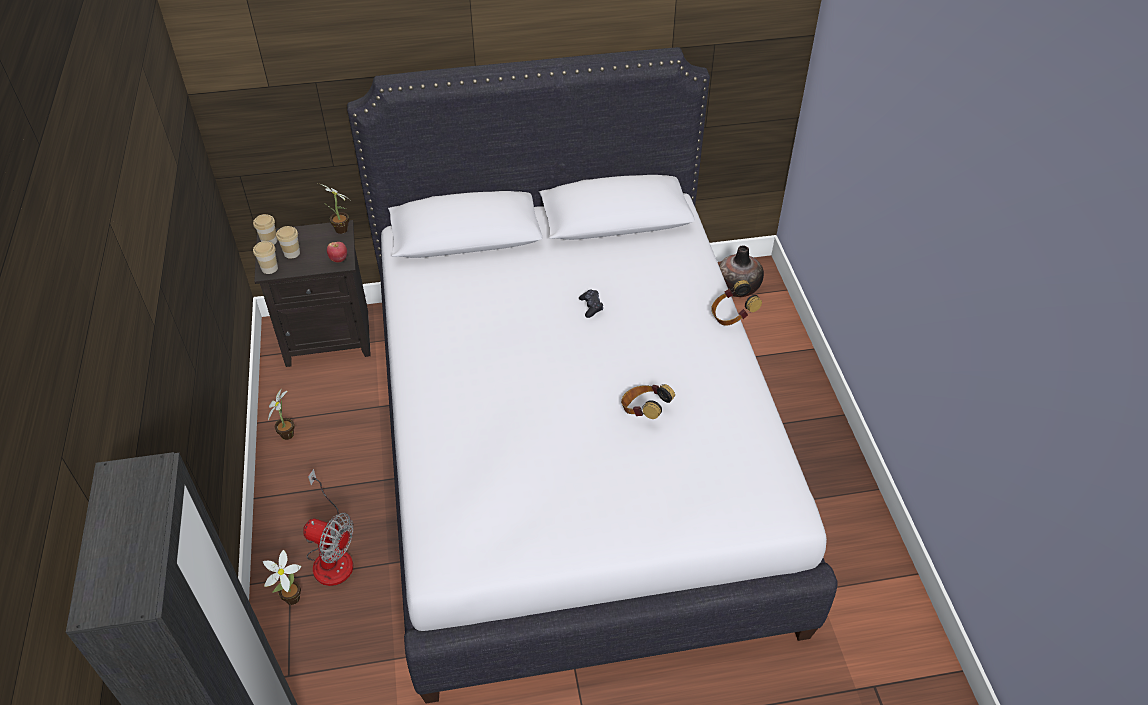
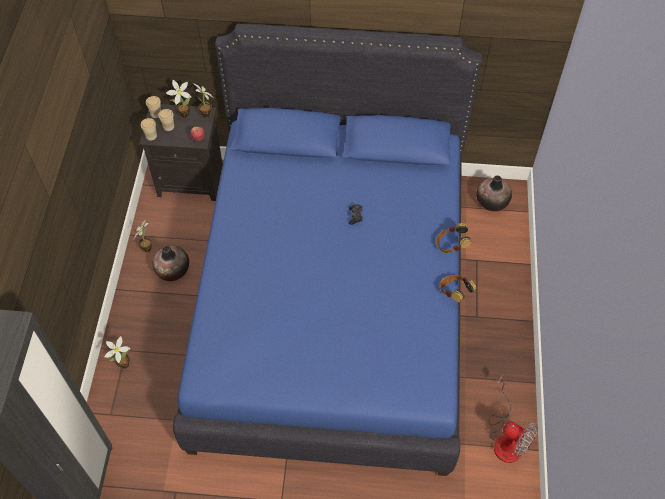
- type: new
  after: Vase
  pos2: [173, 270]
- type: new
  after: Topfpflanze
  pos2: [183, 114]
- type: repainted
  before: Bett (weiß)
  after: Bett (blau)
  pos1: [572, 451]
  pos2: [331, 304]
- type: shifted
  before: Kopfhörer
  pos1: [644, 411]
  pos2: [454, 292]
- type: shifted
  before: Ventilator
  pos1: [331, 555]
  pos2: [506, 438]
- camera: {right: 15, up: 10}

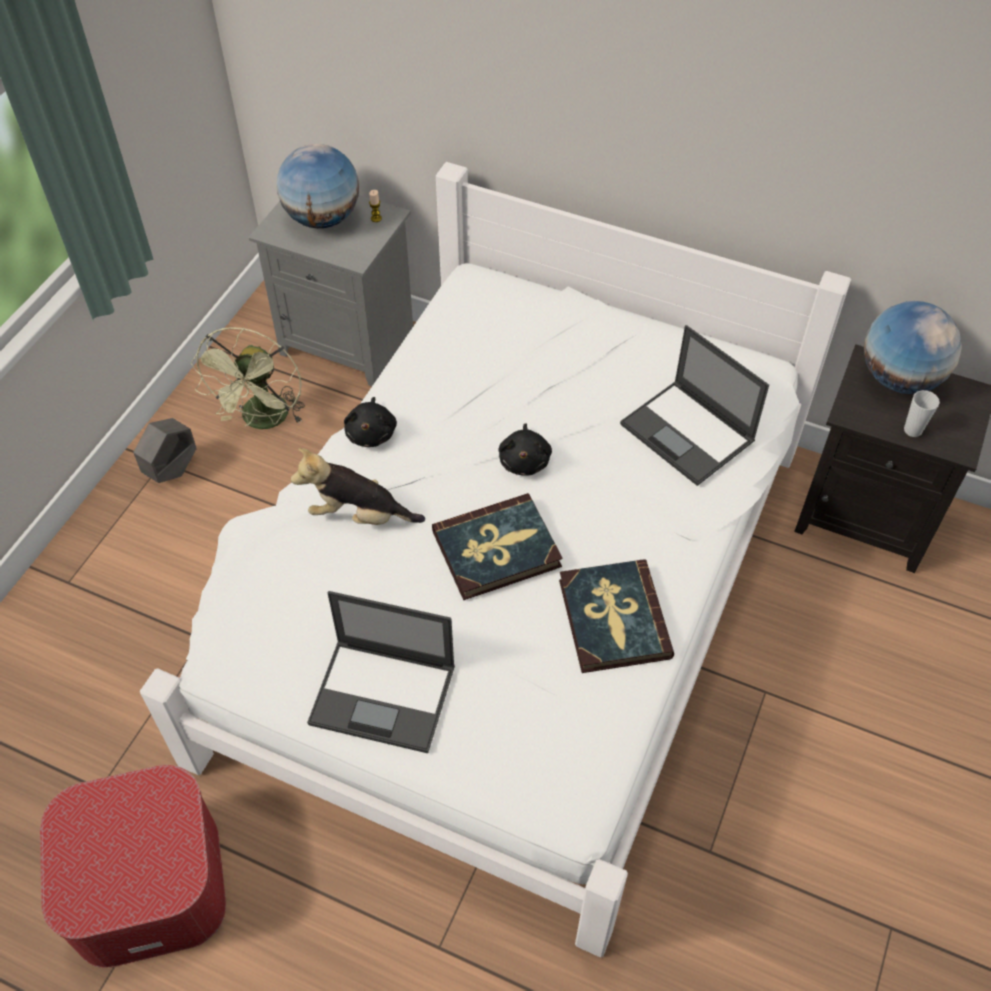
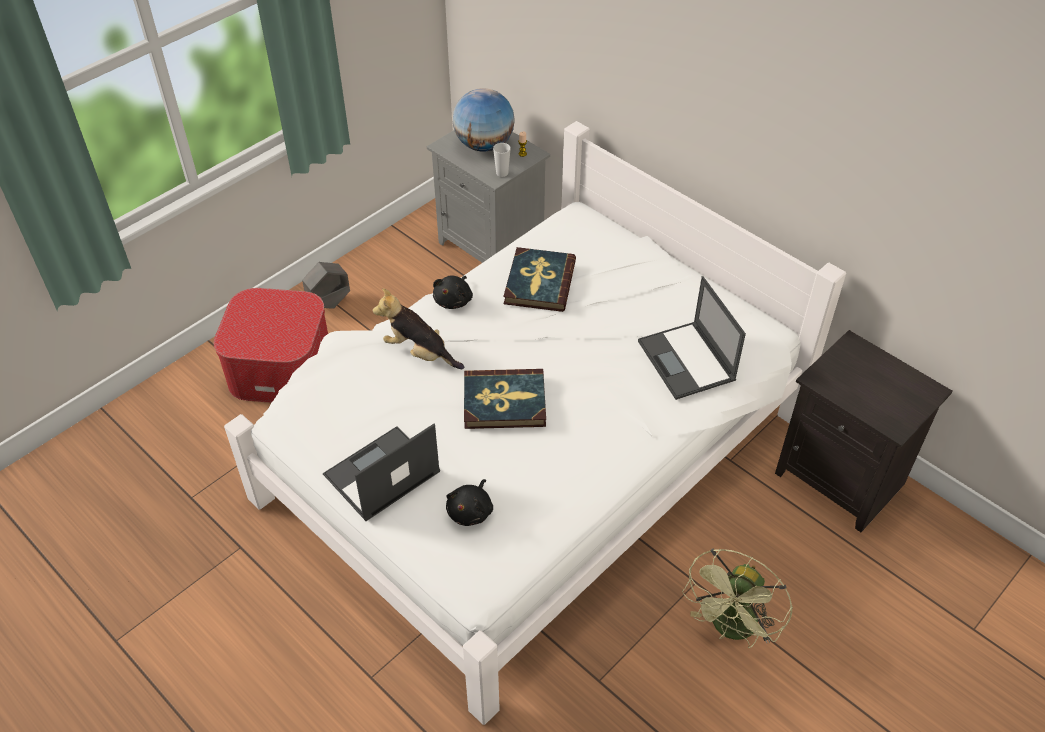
- type: shifted
  before: Polsterhocker
  pos1: [148, 882]
  pos2: [280, 366]
- type: rotated
  before: Laptop
  pos1: [384, 695]
  pos2: [381, 474]
  turn: 105
- type: shifted
  before: Plüschtier (schwarz)
  pos1: [524, 460]
  pos2: [471, 511]
- type: shifted
  before: Tasse
  pos1: [912, 430]
  pos2: [502, 173]
- type: shifted
  before: Buch
  pos1: [613, 619]
  pos2: [539, 282]
- type: shifted
  before: Ventilator (grün)
  pos1: [264, 421]
  pos2: [731, 629]
- type: gone
  before: Globus
  pos1: [899, 378]
- camera: {right: 20, up: -5}

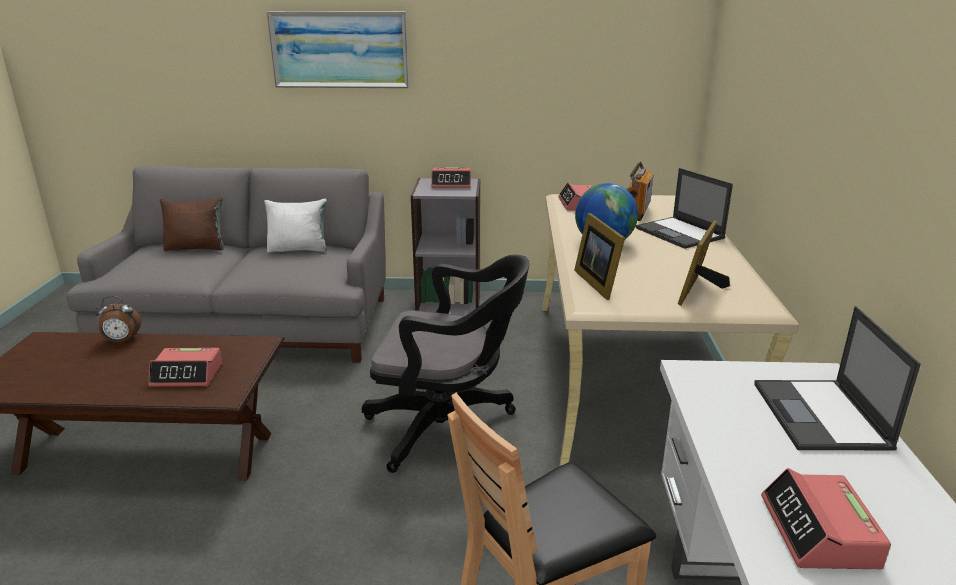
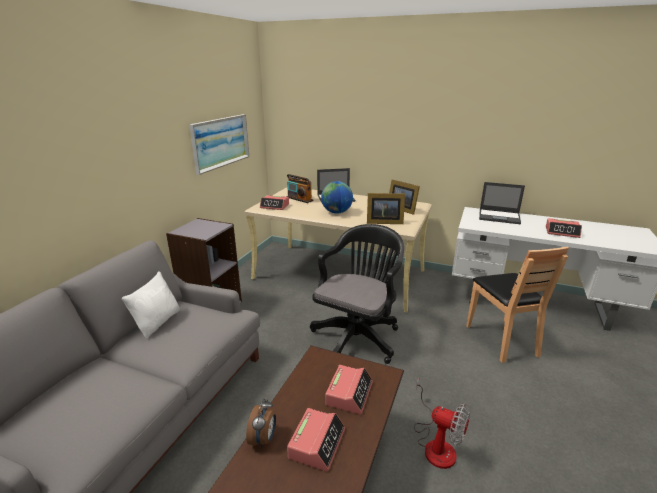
- type: shifted
  before: Bild
  pos1: [340, 49]
  pos2: [221, 142]
- type: shifted
  before: Wecker
  pos1: [451, 184]
  pos2: [317, 443]
- type: new
  after: Ventilator
  pos2: [436, 444]
- type: gone
  before: Kissen (braun)
  pos1: [196, 248]
- camera: {right: -70, up: 0}

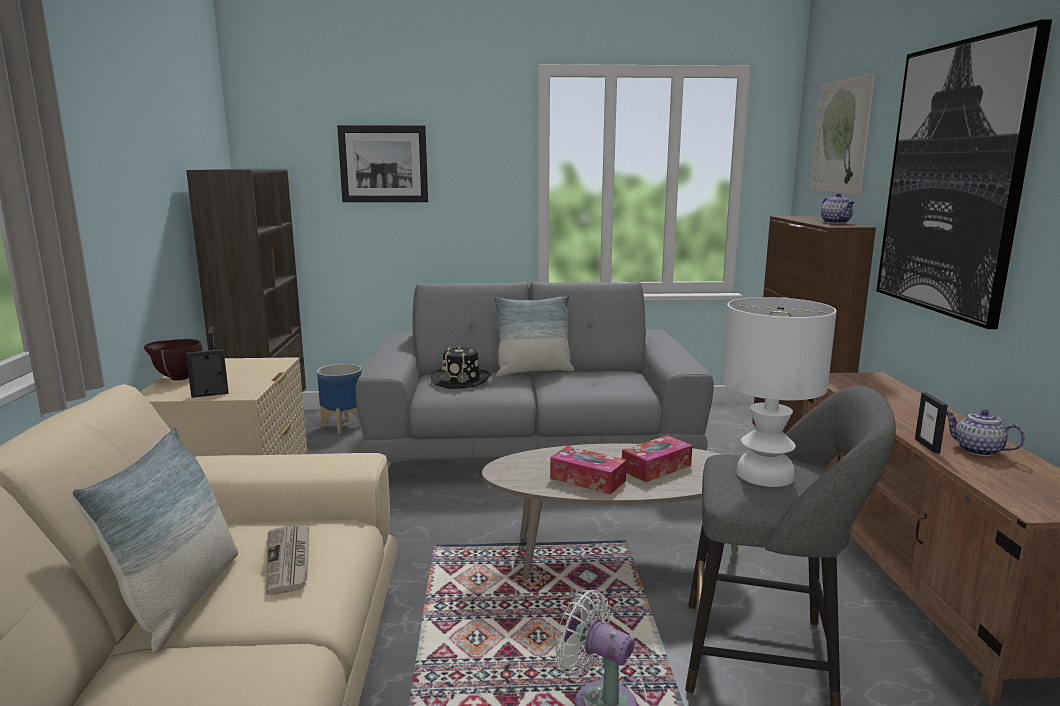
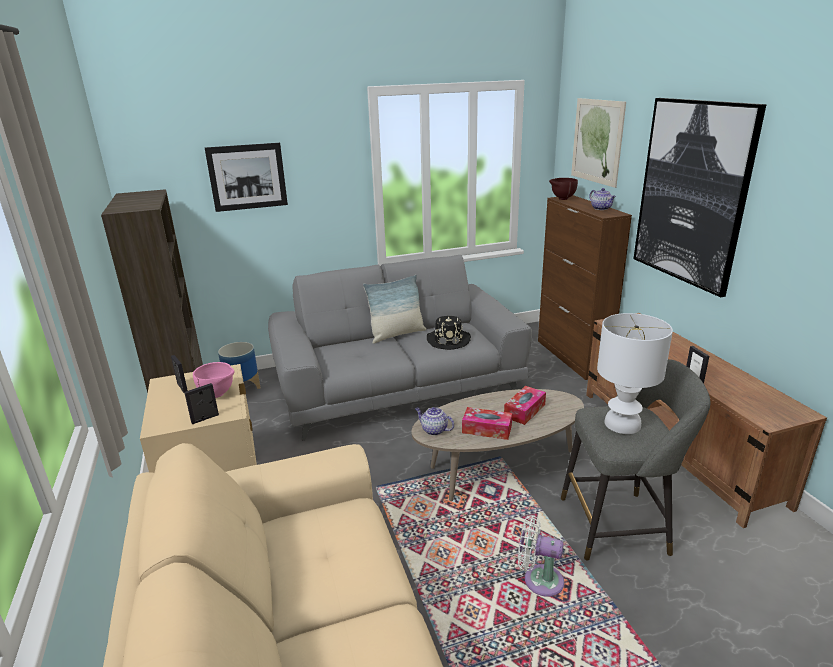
- type: new
  after: Schüssel (rosa)
  pos2: [218, 395]
- type: shifted
  before: Teekanne
  pos1: [977, 450]
  pos2: [433, 430]
- type: shifted
  before: Hut (schwarz)
  pos1: [461, 380]
  pos2: [448, 340]
- type: shifted
  before: Schüssel (braun)
  pos1: [177, 378]
  pos2: [561, 199]
- type: gone
  before: Kissen
  pos1: [181, 599]
- type: gone
  before: Zeitung
  pos1: [289, 561]
- camera: {right: -15, up: 10}

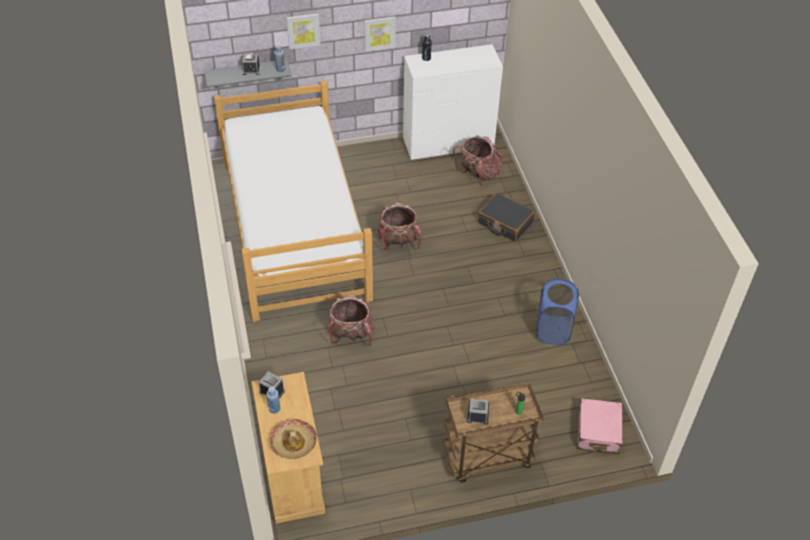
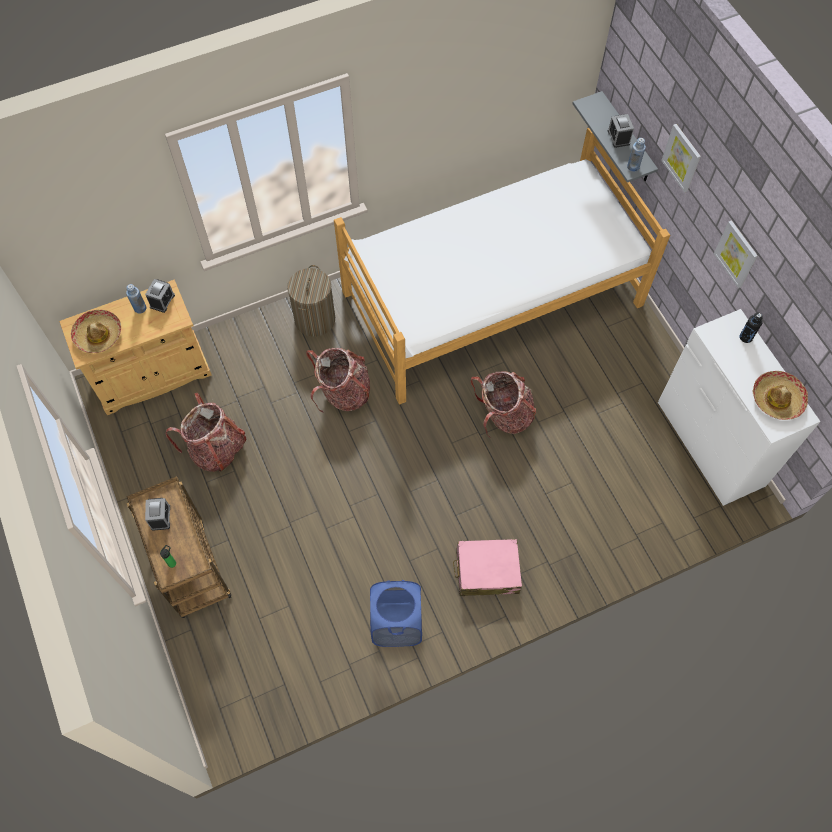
- type: shifted
  before: Rucksack
  pos1: [478, 174]
  pos2: [216, 449]
- type: new
  after: Wäschekorb
  pos2: [315, 319]
- type: shifted
  before: Koffer (rosa)
  pos1: [598, 432]
  pos2: [487, 571]
- type: new
  after: Hut
  pos2: [777, 399]
- type: gone
  before: Koffer (schwarz)
  pos1: [505, 223]
- camera: {right: 80, up: 15}

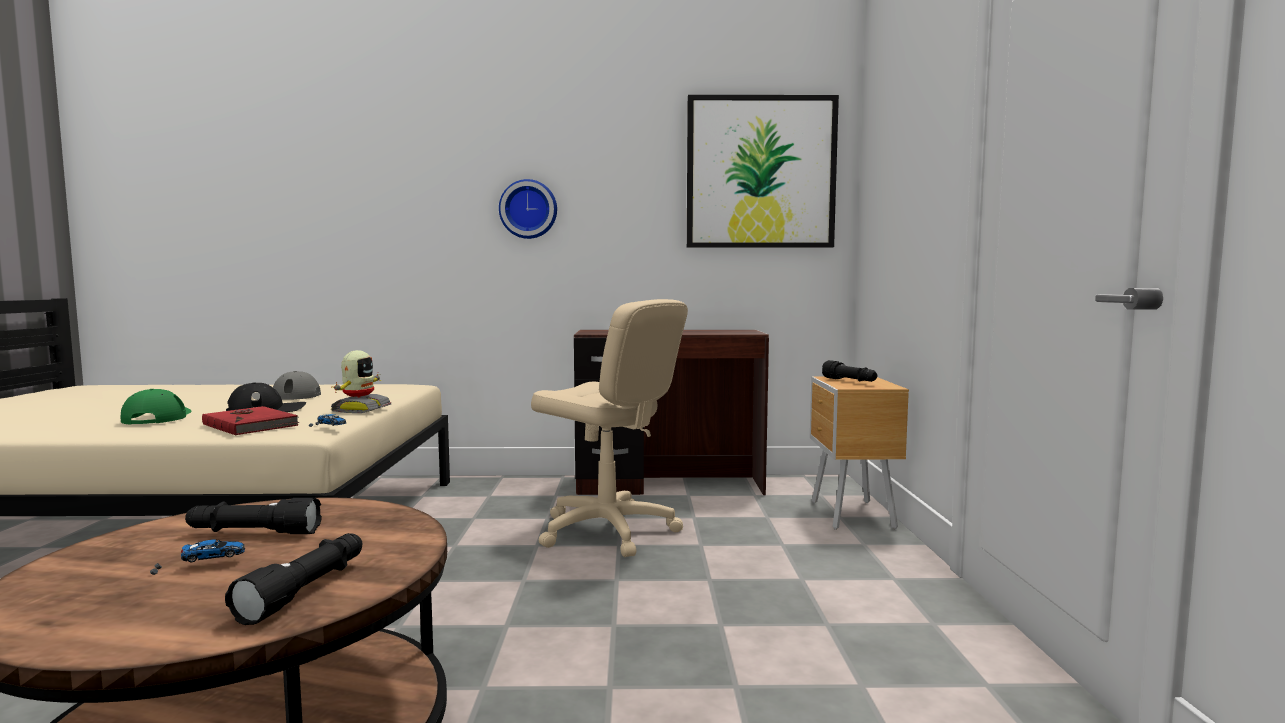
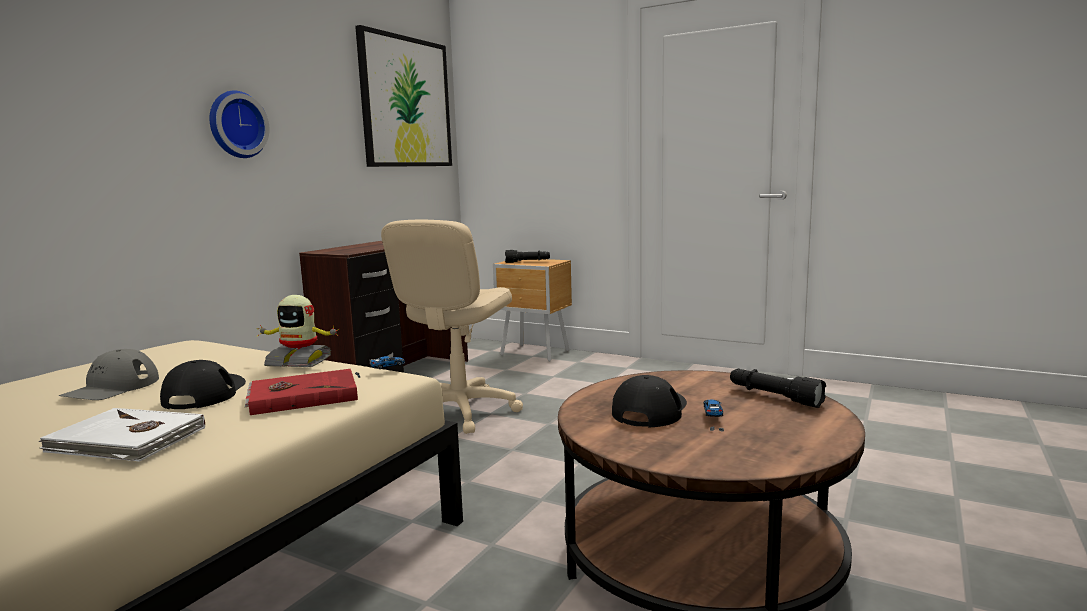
- type: swapped
  before: Kappe (grün)
  after: Buch (weiß)
  pos1: [158, 417]
  pos2: [126, 441]
- type: rotated
  before: Spielzeugroboter
  pos1: [360, 409]
  pos2: [300, 361]
  turn: 150
- type: rotated
  before: Bürostuhl (beige)
  pos1: [607, 531]
  pos2: [459, 411]
  turn: 135
- type: swapped
  before: Taschenlampe (schwarz)
  after: Kappe (schwarz)
  pos1: [253, 533]
  pos2: [650, 410]
- camera: {right: -60, up: 5}

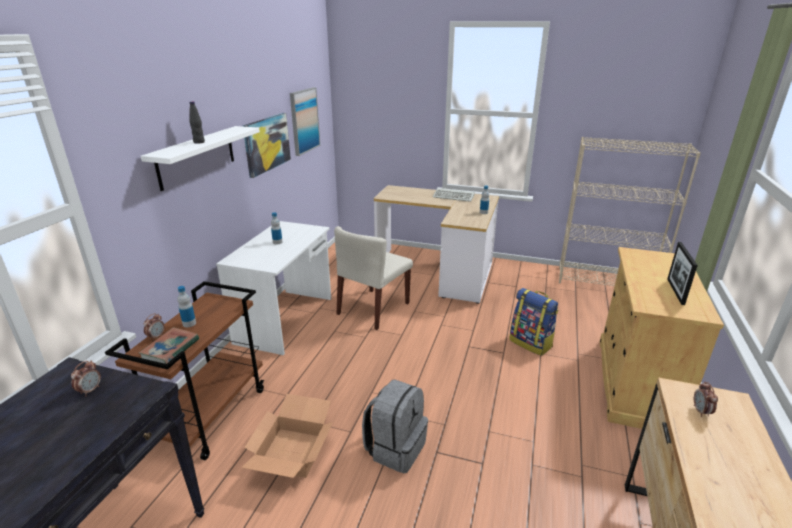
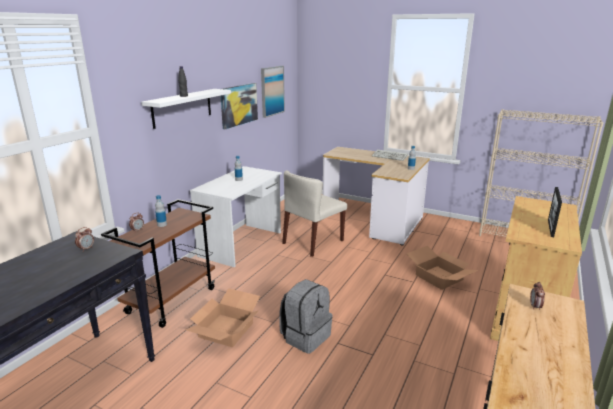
- type: swapped
  before: Rucksack
  after: Karton
  pos1: [531, 343]
  pos2: [440, 277]
- type: gone
  before: Buch
  pos1: [170, 349]
- camera: {right: 10, up: -5}

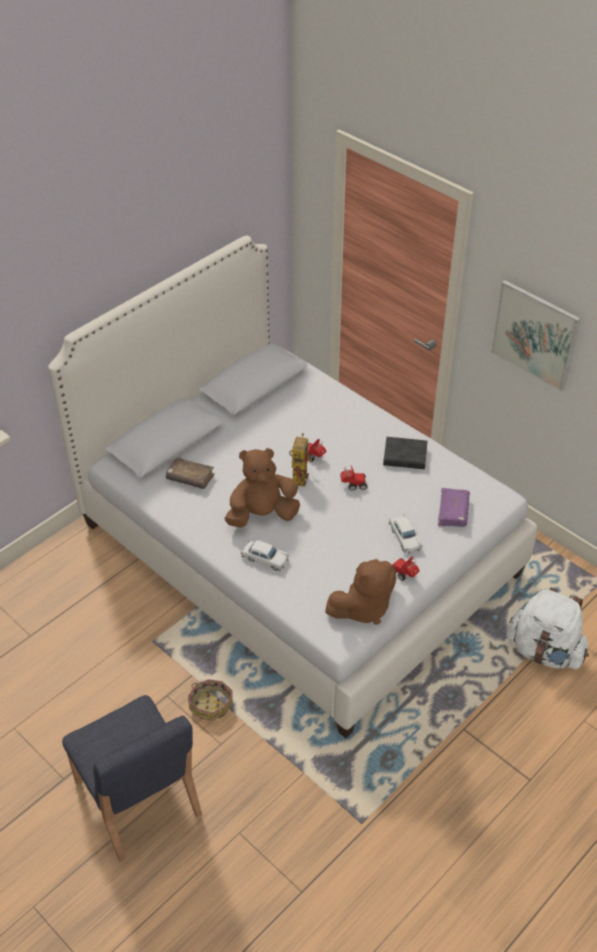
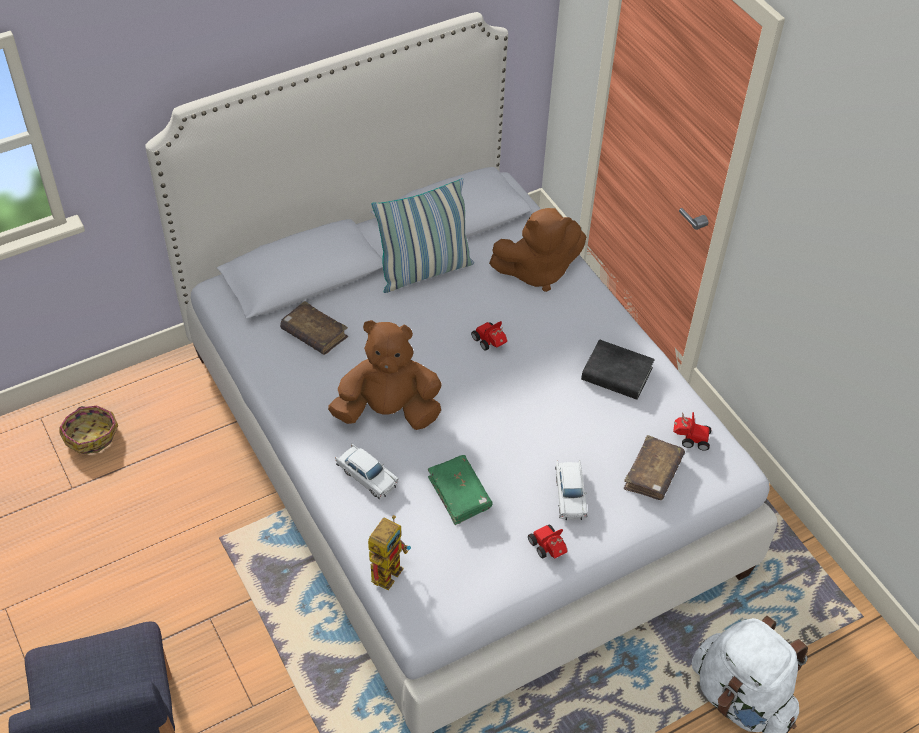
- type: shifted
  before: Korb
  pos1: [211, 704]
  pos2: [91, 435]
- type: shifted
  before: Spielzeugroboter
  pos1: [299, 475]
  pos2: [388, 567]
- type: new
  after: Kissen
  pos2: [424, 270]
- type: new
  after: Buch (grün)
  pos2: [459, 494]
- type: shifted
  before: Plüschtier (braun)
  pos1: [363, 608]
  pos2: [537, 271]
- type: repainted
  before: Buch (lila)
  after: Buch (braun)
  pos1: [453, 512]
  pos2: [653, 474]
- type: shifted
  before: Spielzeugauto
  pos1: [353, 484]
  pos2: [690, 438]
- type: gone
  before: Bild
  pos1: [535, 334]
- camera: {right: 15, up: 5}

